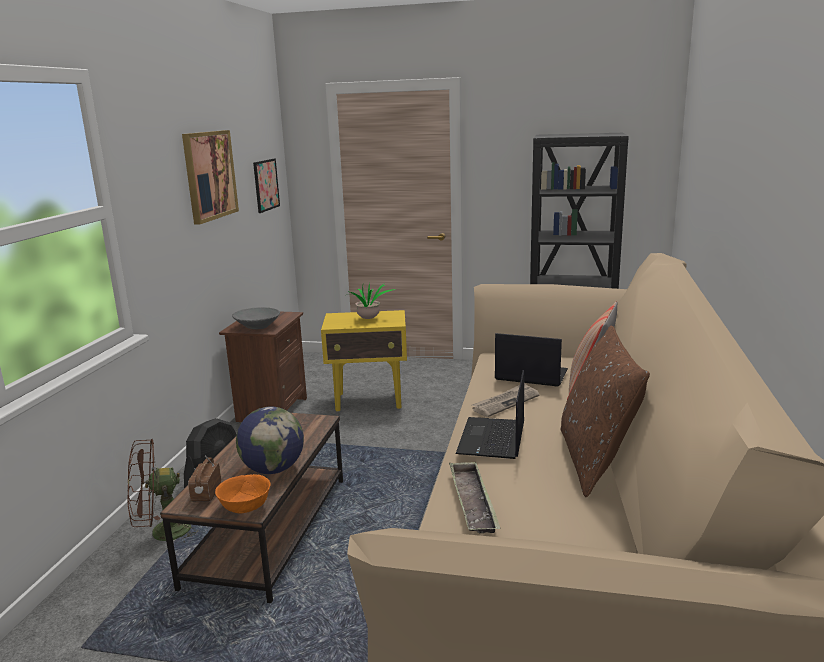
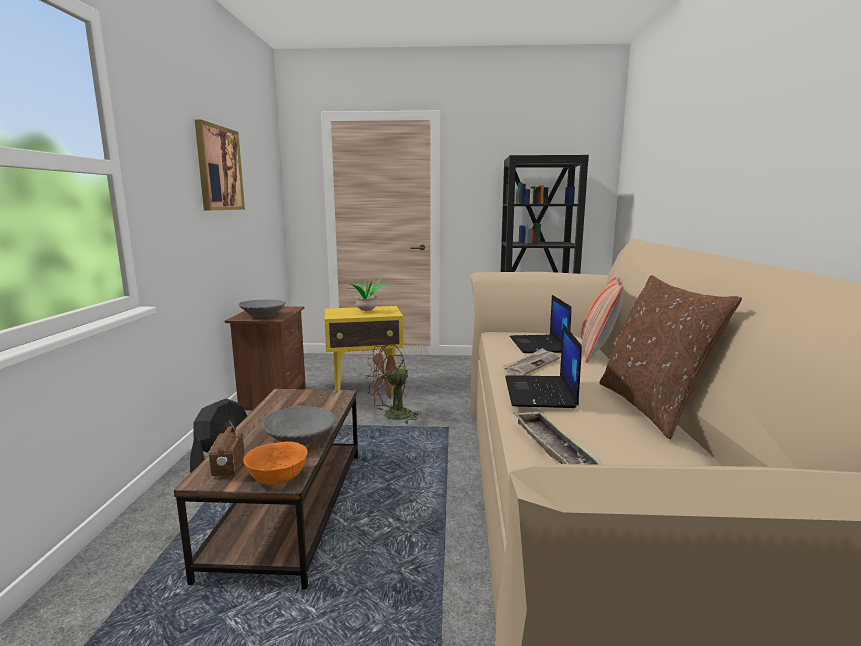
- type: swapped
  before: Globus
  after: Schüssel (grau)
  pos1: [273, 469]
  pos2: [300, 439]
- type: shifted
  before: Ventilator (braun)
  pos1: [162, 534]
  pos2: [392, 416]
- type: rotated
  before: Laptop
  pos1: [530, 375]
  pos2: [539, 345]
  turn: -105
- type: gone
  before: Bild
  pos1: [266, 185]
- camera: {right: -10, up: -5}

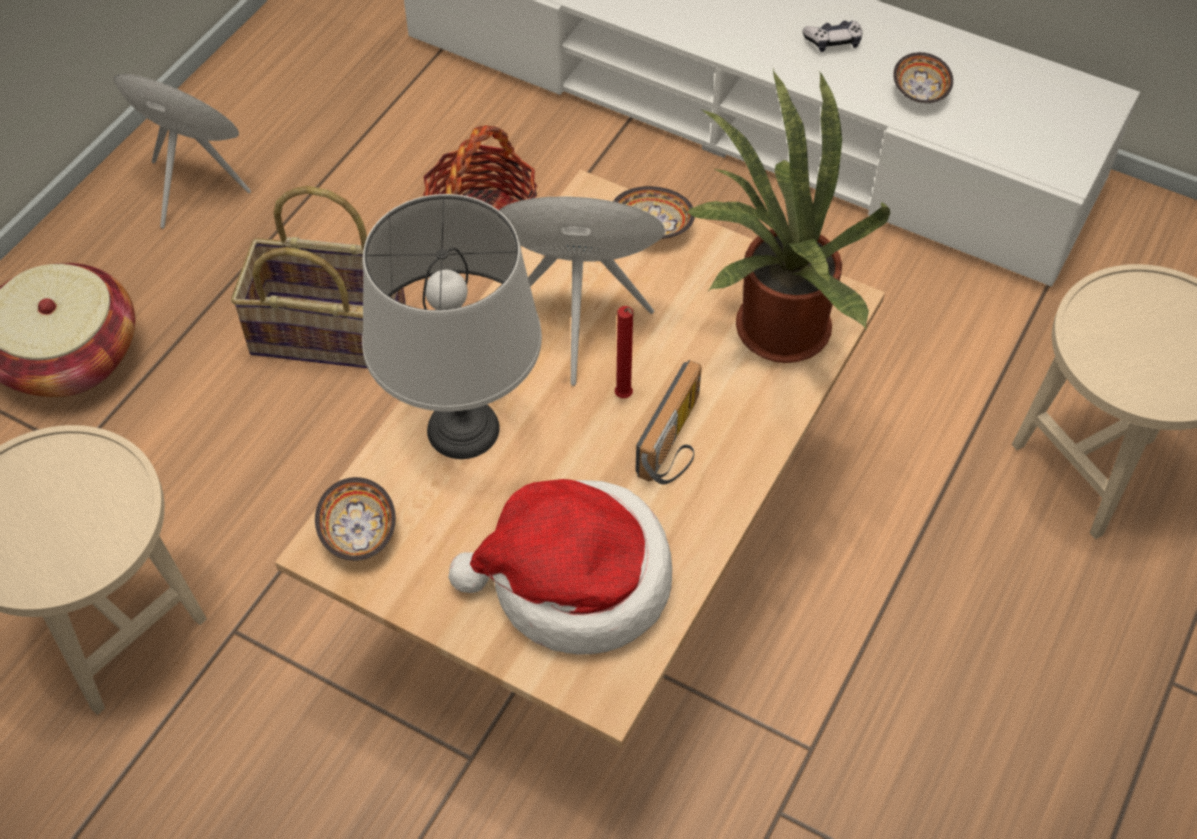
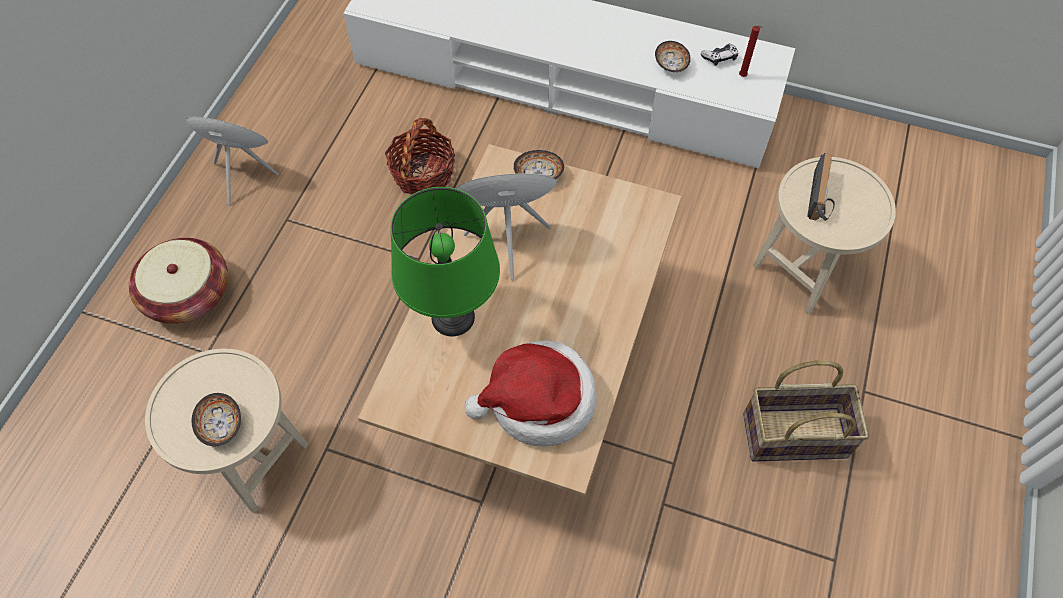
- type: shifted
  before: Schüssel
  pos1: [357, 534]
  pos2: [220, 426]
- type: repainted
  before: Tischlampe (grau)
  after: Tischlampe (grün)
  pos1: [463, 427]
  pos2: [453, 316]
- type: shifted
  before: Gamepad
  pos1: [833, 42]
  pos2: [719, 58]
- type: shifted
  before: Kerze (rot)
  pos1: [624, 398]
  pos2: [743, 77]
- type: shifted
  before: Korb
  pos1: [330, 331]
  pos2: [795, 433]
- type: shifted
  before: Radio
  pos1: [677, 443]
  pos2: [822, 198]
- type: gone
  before: Topfpflanze
  pos1: [771, 331]
- camera: {right: -10, up: 5}

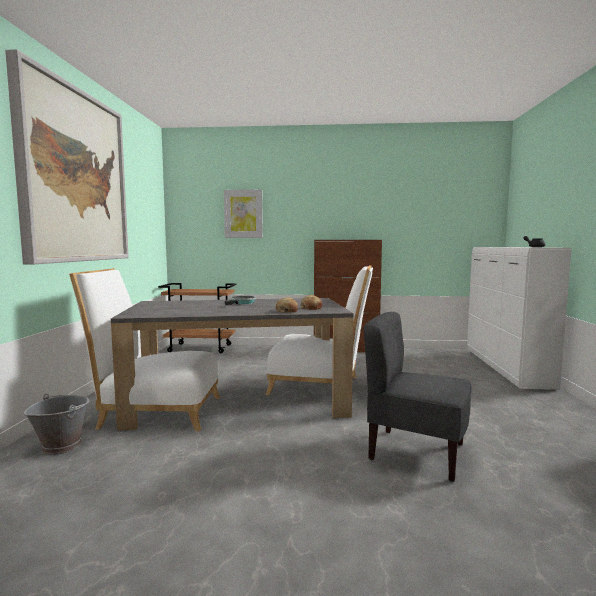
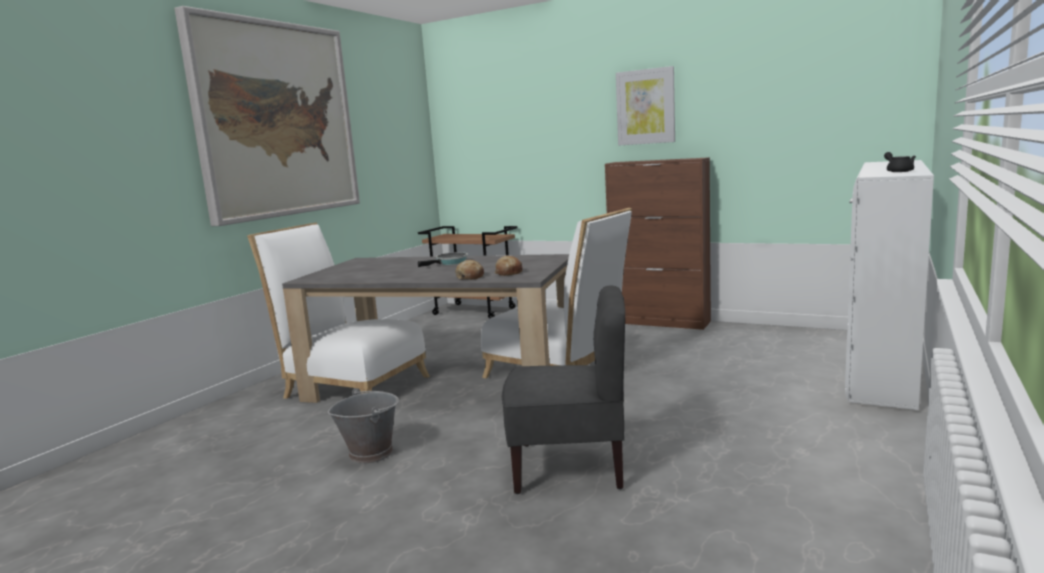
- type: shifted
  before: Eimer (grau)
  pos1: [61, 446]
  pos2: [371, 453]
- type: rotated
  before: Stuhl (grau)
  pos1: [416, 453]
  pos2: [570, 467]
  turn: 135
- type: shifted
  before: Bild
  pos1: [243, 214]
  pos2: [645, 107]
- camera: {right: 25, up: 5}

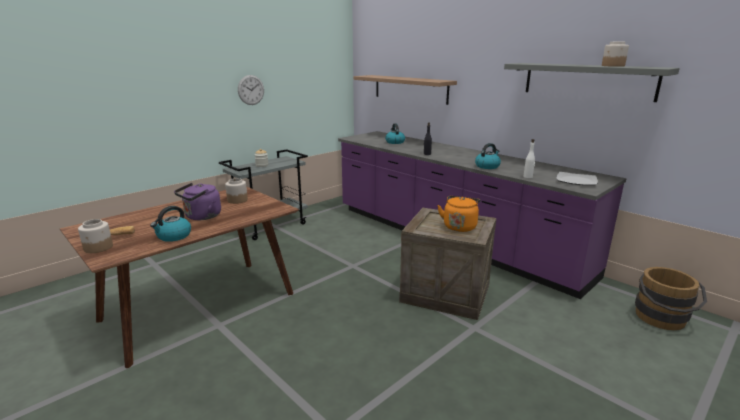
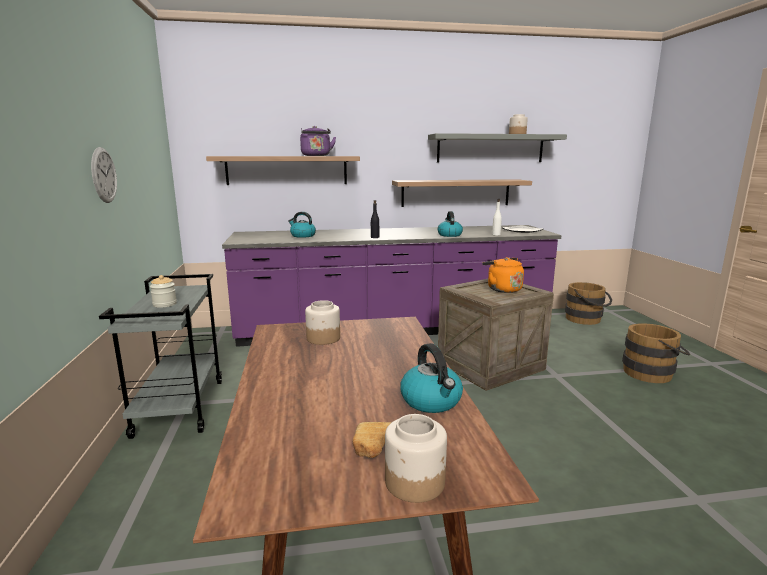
- type: shifted
  before: Wasserkessel (lila)
  pos1: [201, 217]
  pos2: [316, 156]
- type: new
  after: Wandregal
  pos2: [455, 193]
- type: new
  after: Eimer (braun)
  pos2: [652, 373]
- camera: {right: -55, up: -5}

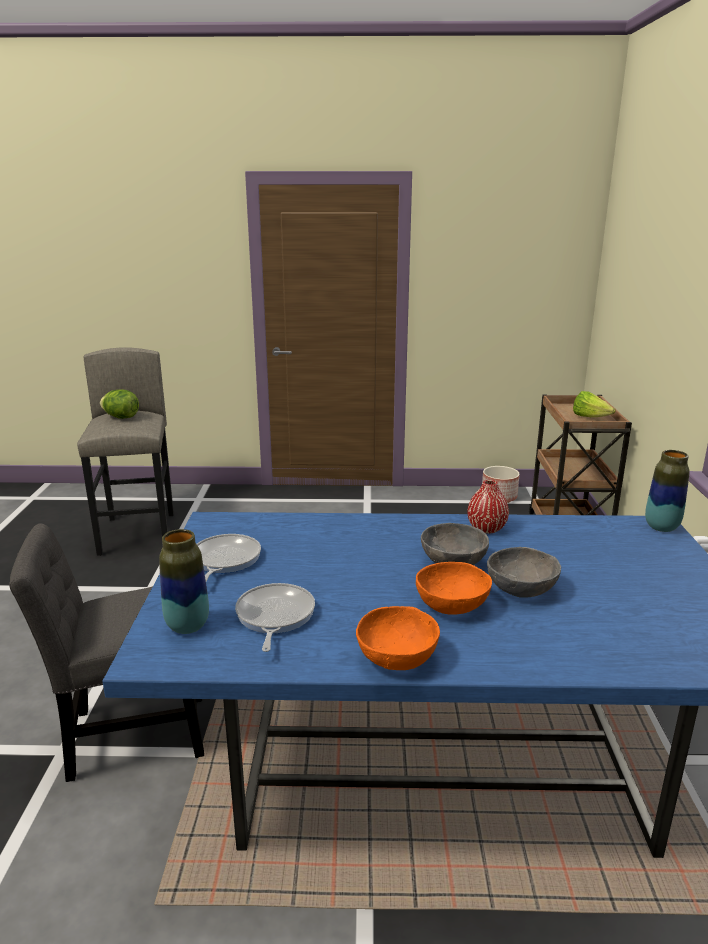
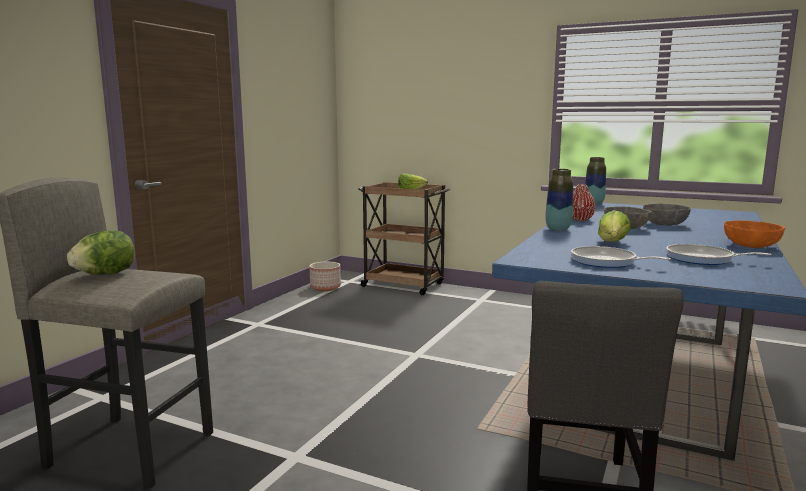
- type: shifted
  before: Vase
  pos1: [187, 626]
  pos2: [558, 229]
- type: new
  after: Salatkopf
  pos2: [612, 243]
- type: gone
  before: Schüssel (orange)
  pos1: [452, 605]
- camera: {right: -65, up: -10}

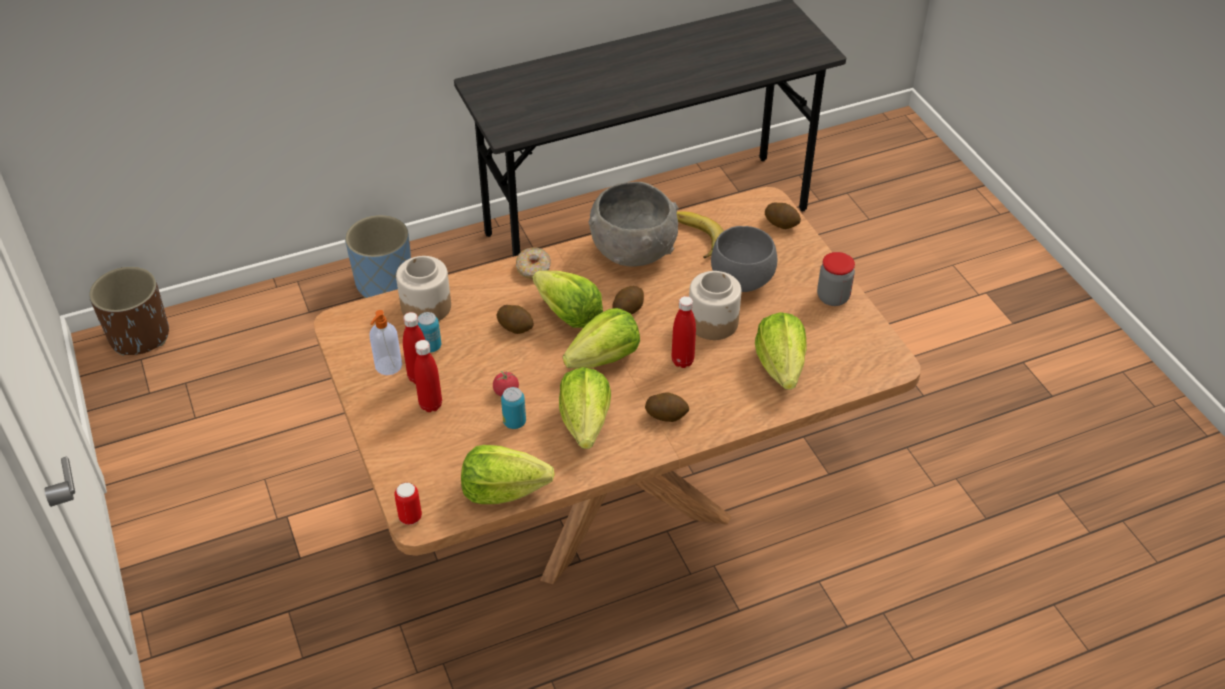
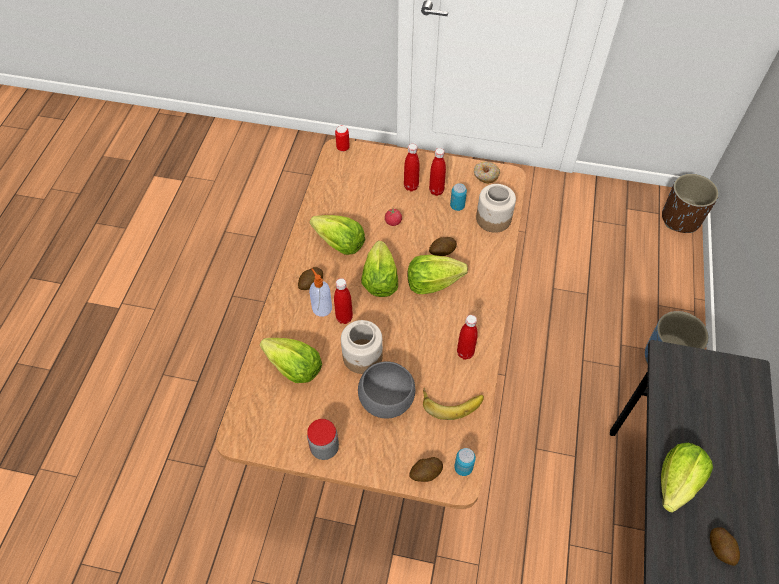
- type: shifted
  before: Seifenspender
  pos1: [388, 366]
  pos2: [321, 307]
- type: shifted
  before: Dose
  pos1: [514, 422]
  pos2: [463, 468]
- type: swapped
  before: Schüssel (grau)
  after: Flasche (rot)
  pos1: [633, 252]
  pos2: [465, 353]
- type: shifted
  before: Donut
  pos1: [533, 268]
  pos2: [485, 175]
- type: shifted
  before: Salatkopf
  pos1: [503, 490]
  pos2: [677, 482]
- type: shifted
  before: Kartoffel
  pos1: [628, 309]
  pos2: [721, 549]
- camera: {right: 125, up: 10}

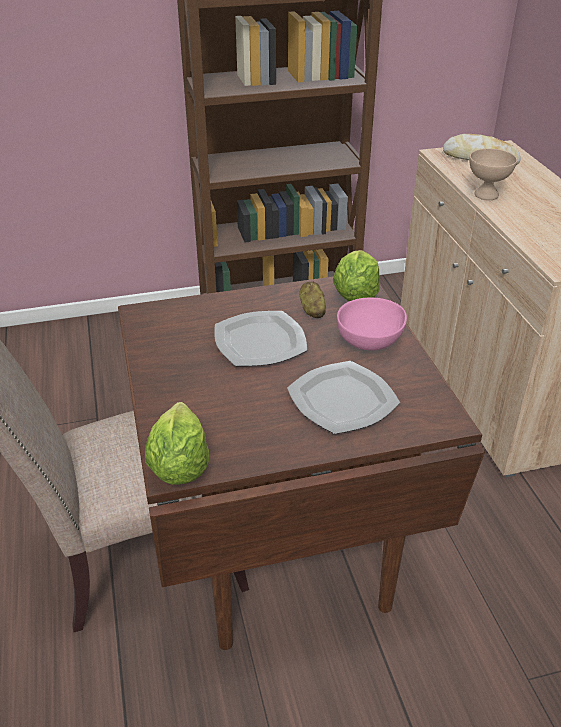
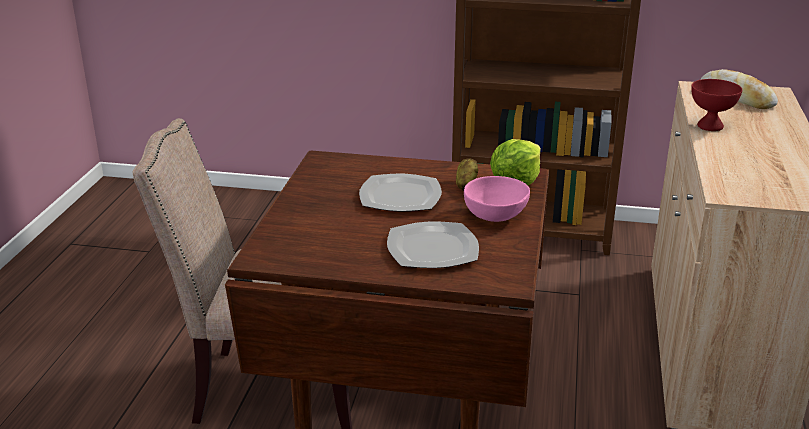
- type: repainted
  before: Schüssel (beige)
  after: Schüssel (rot)
  pos1: [485, 195]
  pos2: [709, 126]
- type: gone
  before: Salatkopf
  pos1: [179, 466]
- camera: {right: 25, up: -10}

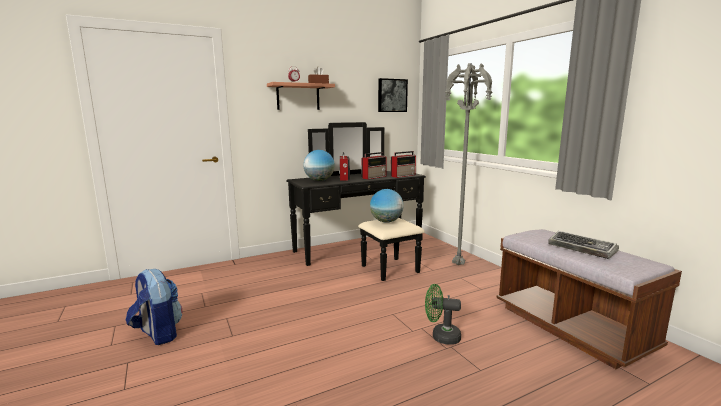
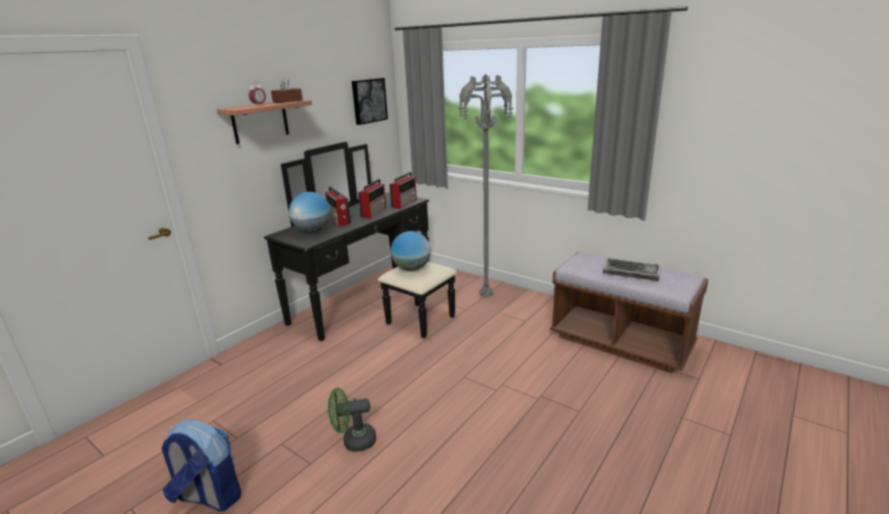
- type: shifted
  before: Ventilator (grün)
  pos1: [441, 336]
  pos2: [354, 441]
- camera: {right: -25, up: 10}

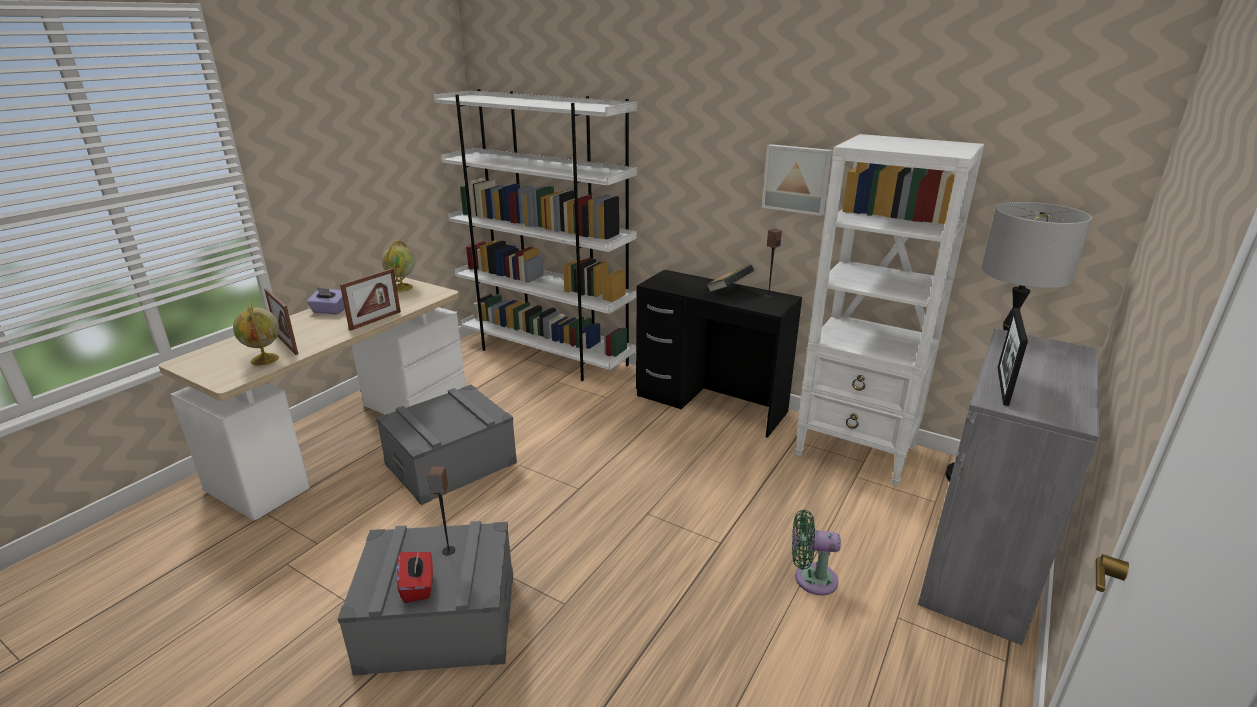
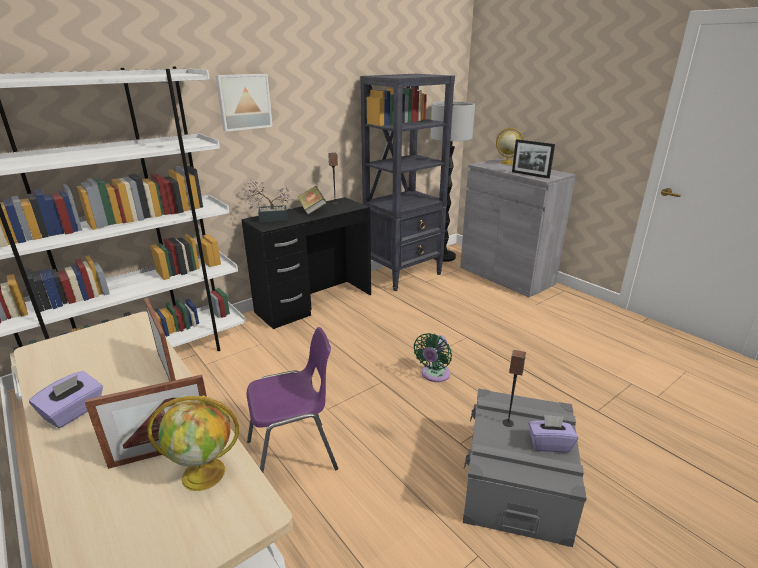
- type: shifted
  before: Bild
  pos1: [796, 179]
  pos2: [244, 102]
- type: new
  after: Topfpflanze
  pos2: [269, 218]
- type: swapped
  before: Aufbewahrungsbox (grau)
  after: Stuhl (lila)
  pos1: [451, 463]
  pos2: [294, 455]
- type: repainted
  before: Bücherregal (weiß)
  after: Bücherregal (schwarz)
  pos1: [856, 451]
  pos2: [404, 274]
- type: shifted
  before: Ventilator (grün)
  pos1: [811, 578]
  pos2: [434, 375]
- type: shifted
  before: Globus
  pos1: [402, 287]
  pos2: [507, 163]
- type: repainted
  before: Taschentuchbox (rot)
  after: Taschentuchbox (lila)
  pos1: [418, 586]
  pos2: [549, 444]
- camera: {right: -70, up: 0}

